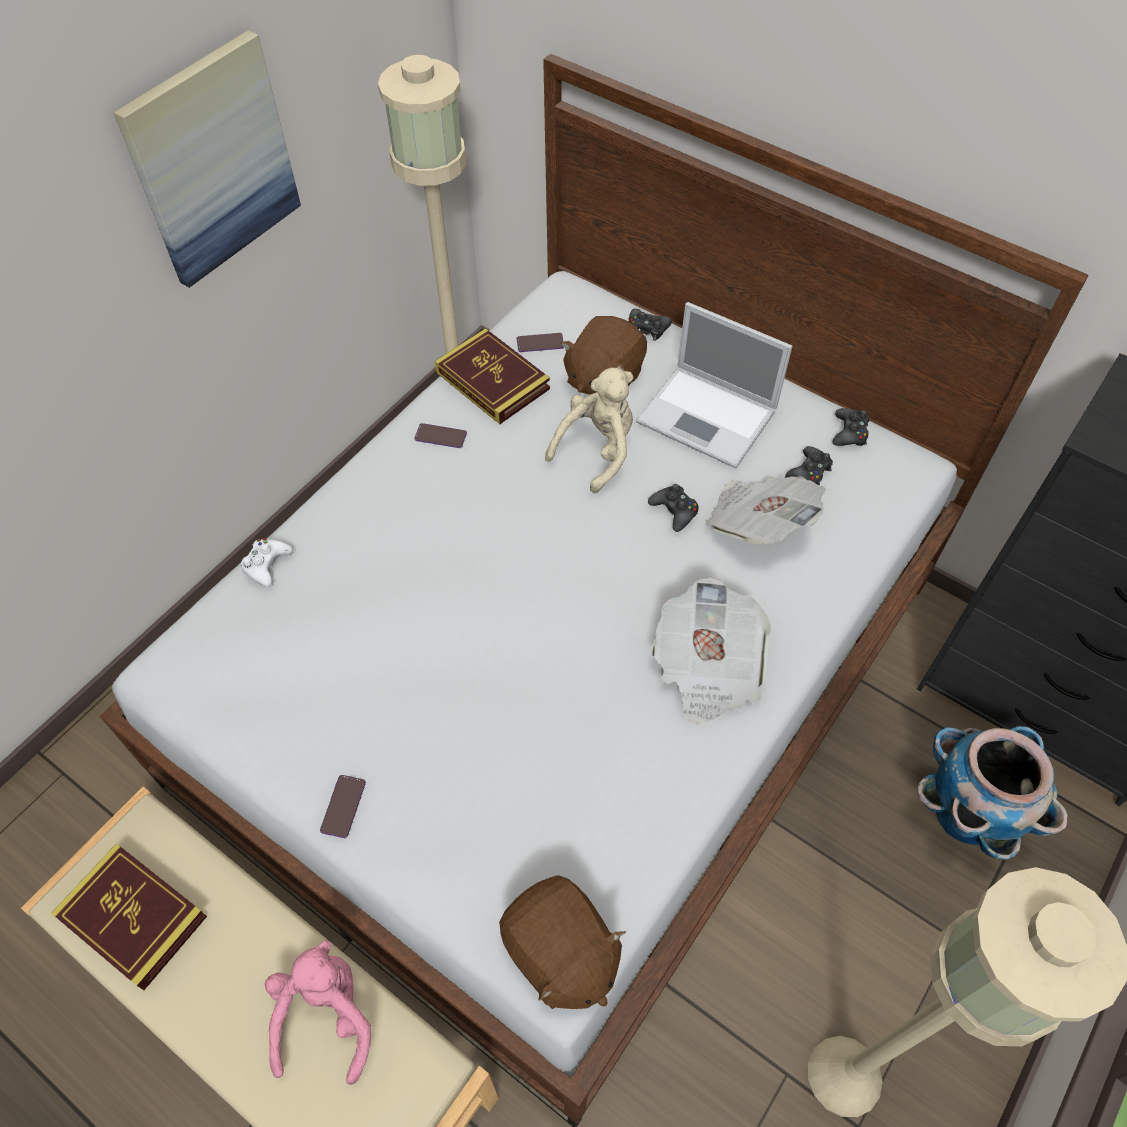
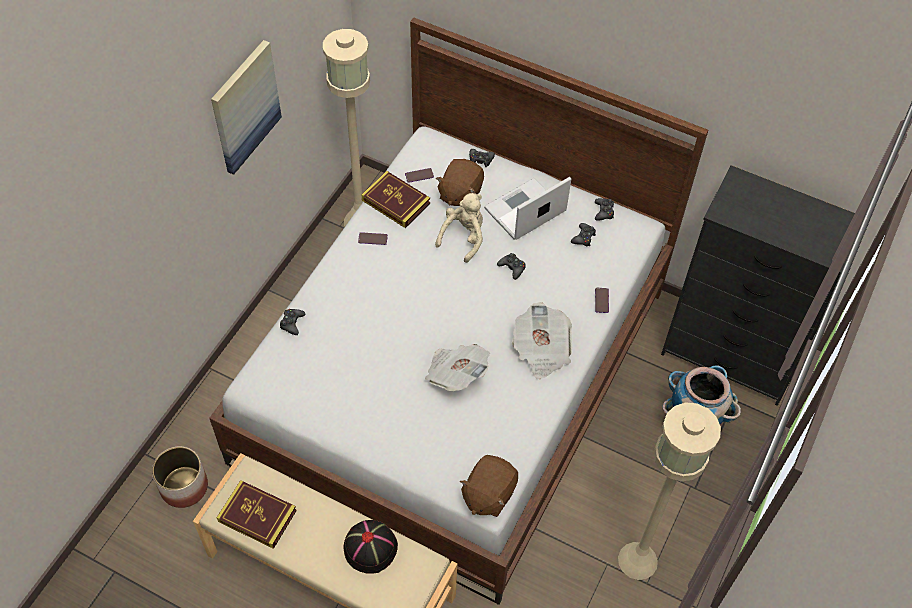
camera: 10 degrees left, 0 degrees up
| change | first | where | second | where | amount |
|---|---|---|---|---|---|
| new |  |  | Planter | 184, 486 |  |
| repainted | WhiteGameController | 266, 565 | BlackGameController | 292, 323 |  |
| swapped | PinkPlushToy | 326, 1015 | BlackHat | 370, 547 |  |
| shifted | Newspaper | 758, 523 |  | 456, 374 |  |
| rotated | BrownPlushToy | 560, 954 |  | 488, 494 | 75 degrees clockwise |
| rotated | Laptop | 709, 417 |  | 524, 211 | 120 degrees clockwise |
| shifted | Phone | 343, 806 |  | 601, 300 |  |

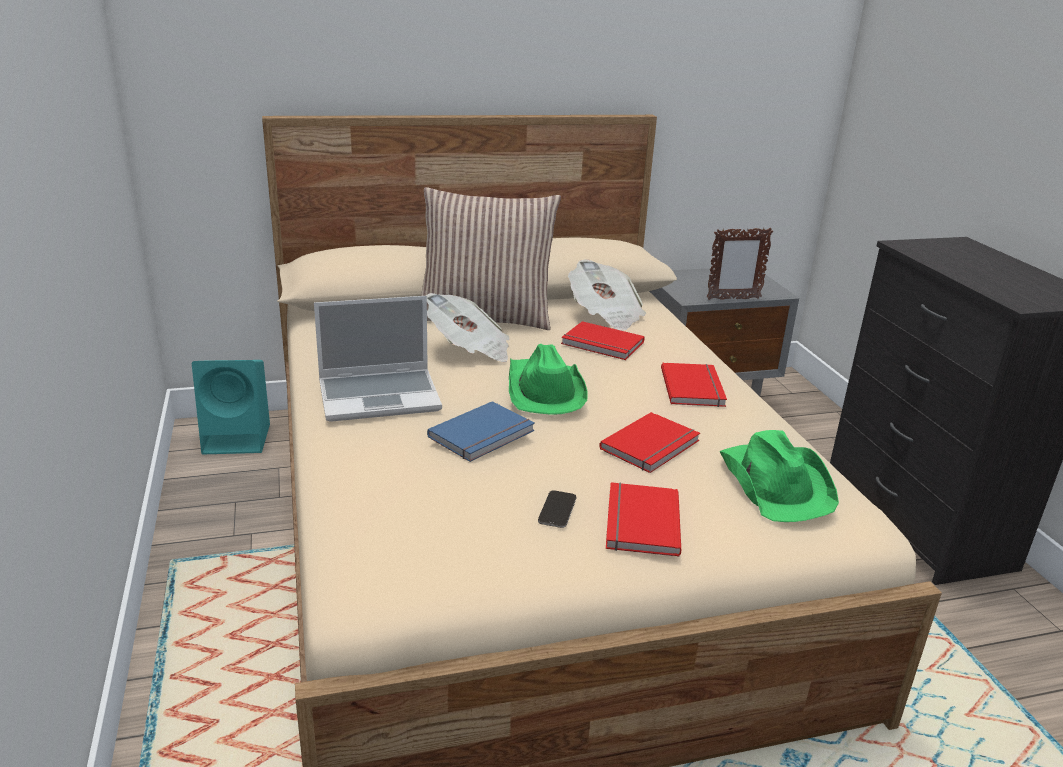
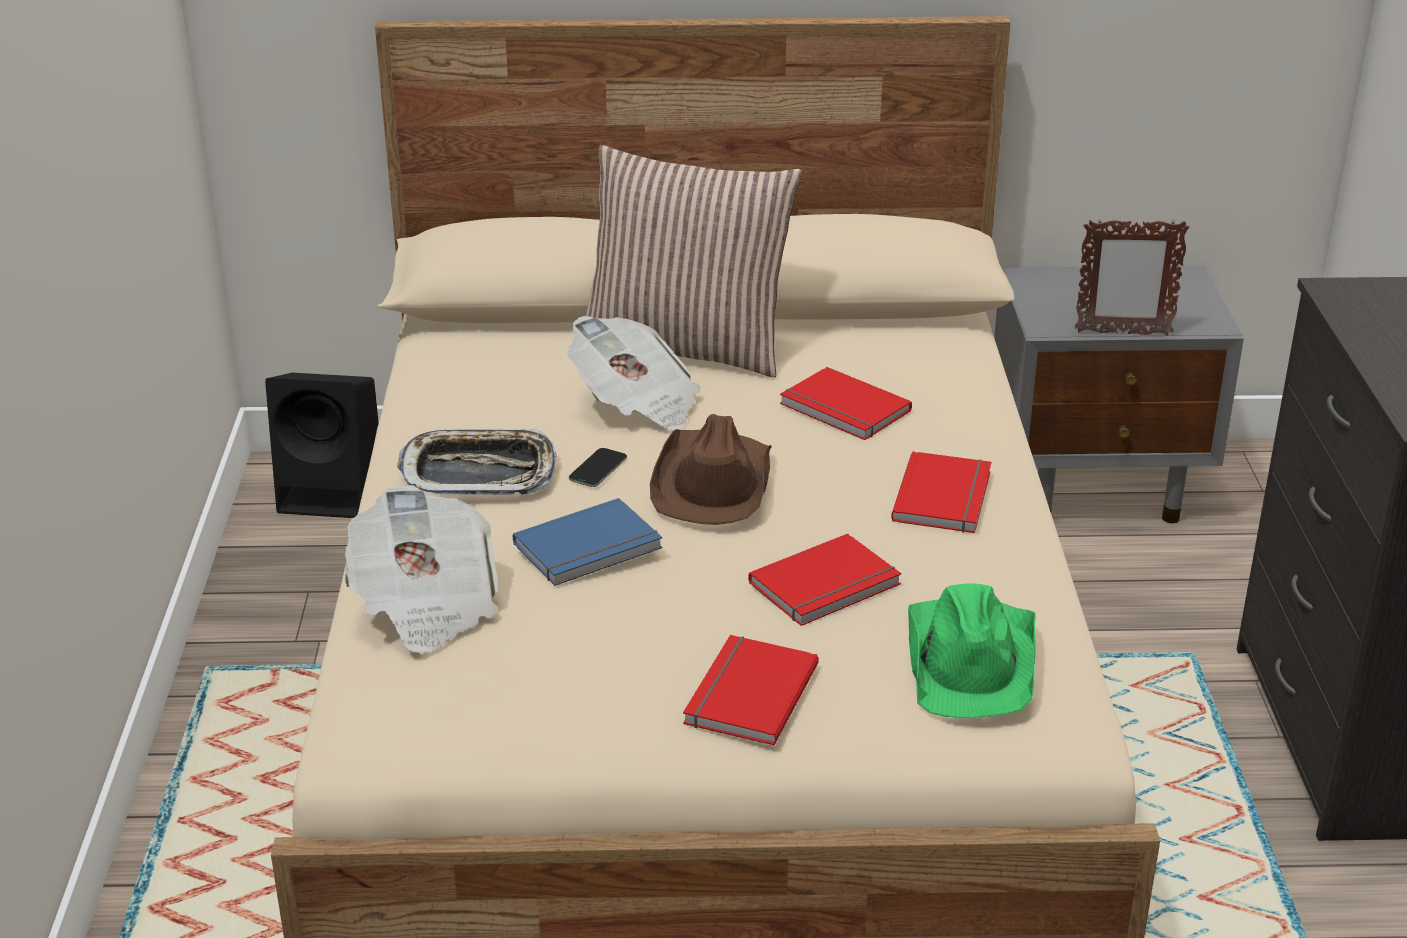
camera: 15 degrees right, 5 degrees up
| change | first | where | second | where | amount |
|---|---|---|---|---|---|
| repainted | TurquoiseSpeaker | 239, 438 | BlackSpeaker | 334, 492 |  |
| shifted | Newspaper | 605, 315 |  | 425, 604 |  |
| swapped | Laptop | 380, 396 | Tray | 479, 473 |  |
| shifted | Phone | 557, 510 |  | 598, 469 |  |
| repainted | GreenHat | 544, 390 | BrownHat | 712, 482 |  |

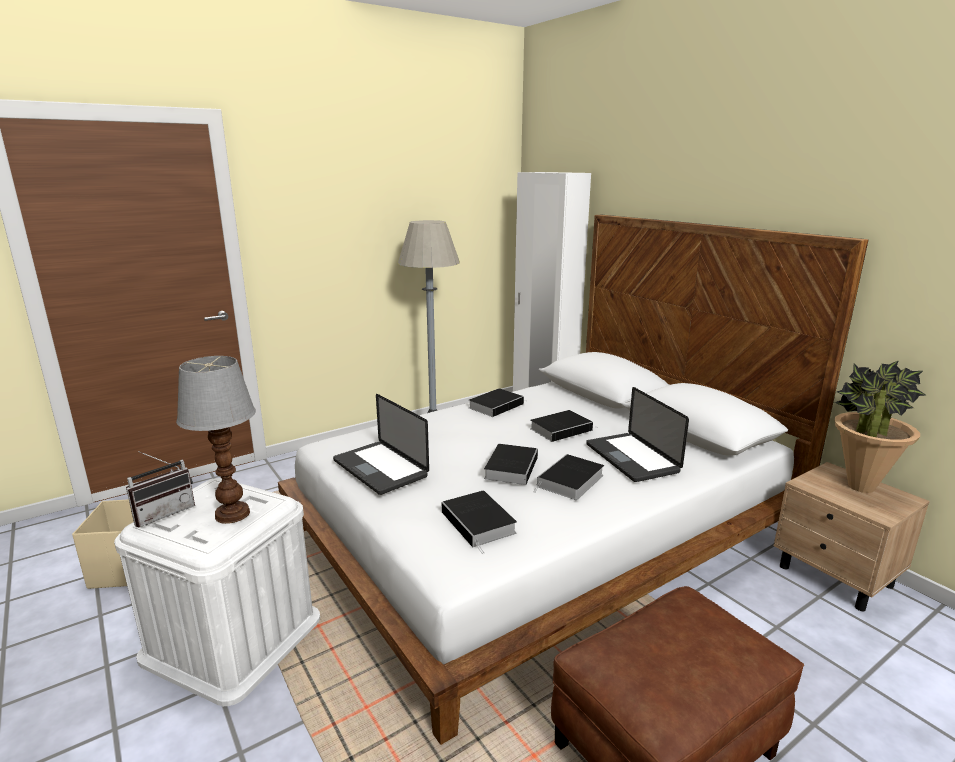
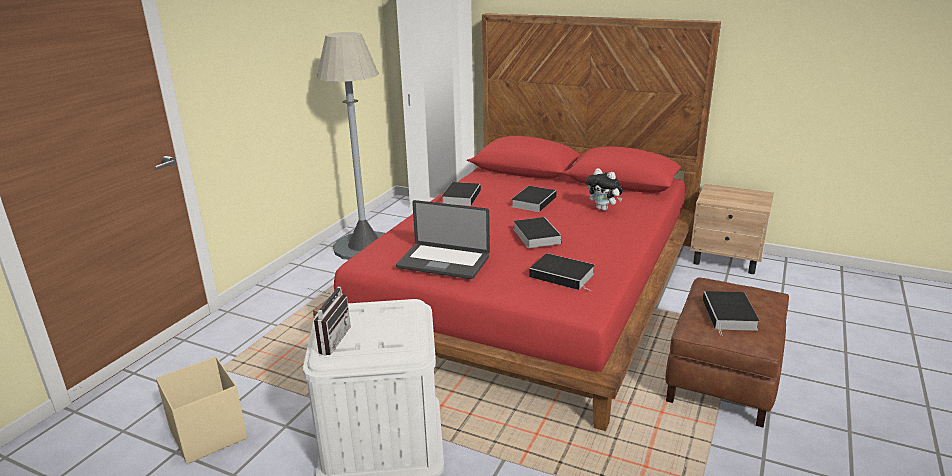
camera: 30 degrees left, 5 degrees up
| change | first | where | second | where | amount |
|---|---|---|---|---|---|
| repainted | WhiteBed | 541, 533 | RedBed | 533, 291 |  |
| swapped | Laptop | 631, 458 | PlushToy | 603, 209 |  |
| shifted | Book | 570, 482 |  | 730, 315 |  |
| gone | TableLamp | 232, 513 |  |  |  |
| gone | PottedPlant | 860, 487 |  |  |  |

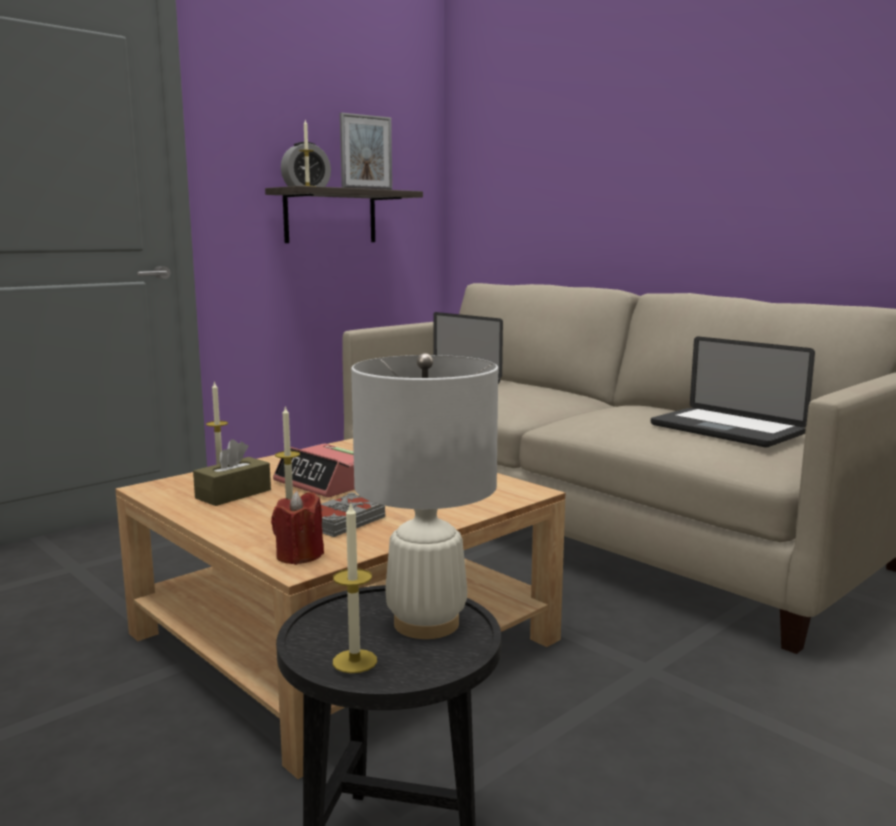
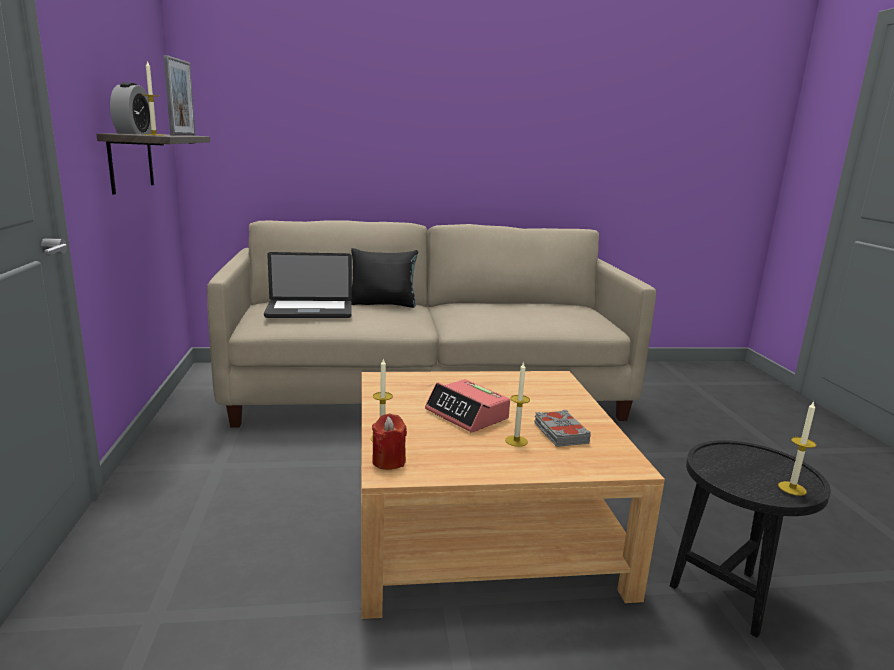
camera: 55 degrees left, 5 degrees up
| change | first | where | second | where | amount |
|---|---|---|---|---|---|
| new |  |  | BlackPillow | 384, 304 |  |
| shifted | RedCandle | 299, 556 |  | 388, 461 |  |
| rotated | AlarmClock | 326, 483 |  | 467, 415 | 60 degrees clockwise |
| gone | BrownTissueBox | 233, 494 |  |  |  |
| gone | WhiteTableLamp | 426, 623 |  |  |  |
| gone | Laptop | 726, 429 |  |  |  |

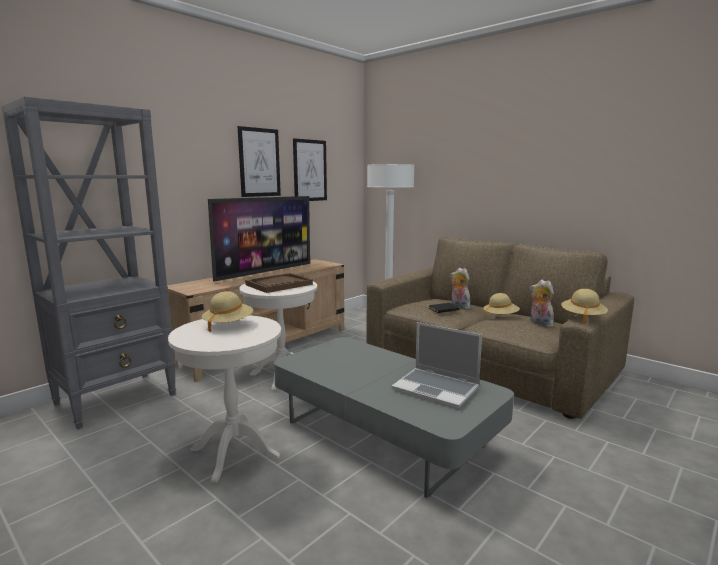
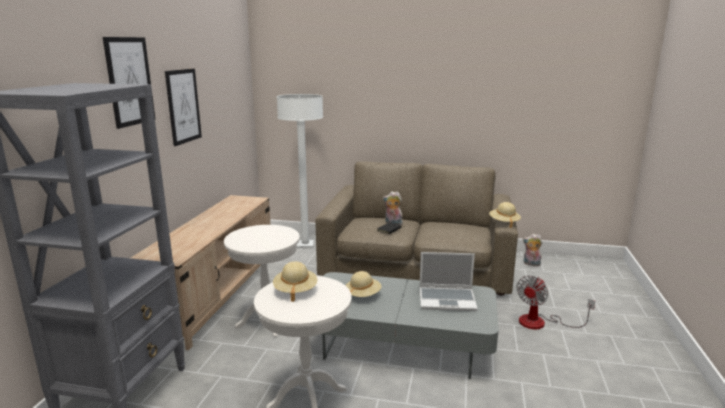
camera: 30 degrees left, 5 degrees up
| change | first | where | second | where | amount |
|---|---|---|---|---|---|
| shifted | Picture | 310, 170 |  | 130, 81 |  |
| shifted | BeigeHat | 500, 316 |  | 362, 295 |  |
| new |  |  | Fan | 541, 322 |  |
| shifted | PlushToy | 539, 324 |  | 531, 264 |  |
| gone | Television | 265, 272 |  |  |  |
| gone | BrownTray | 279, 284 |  |  |  |

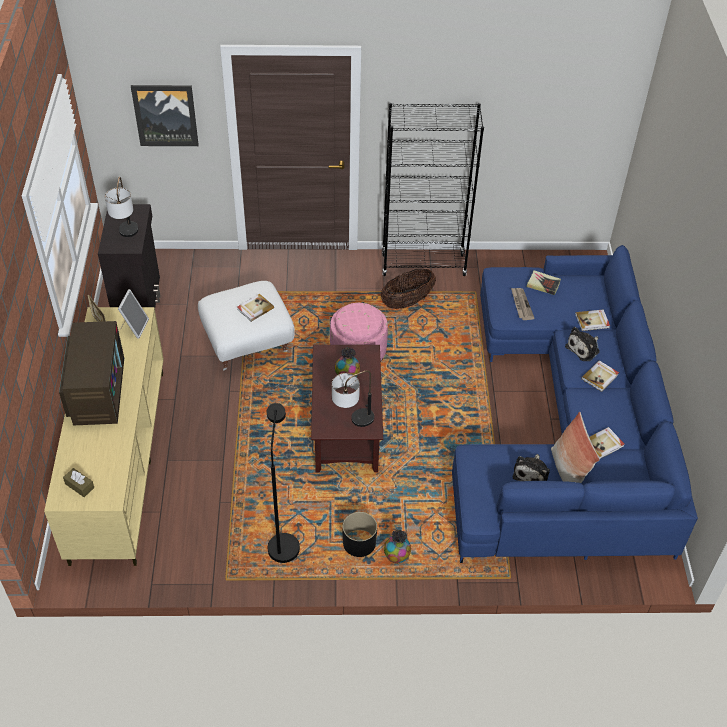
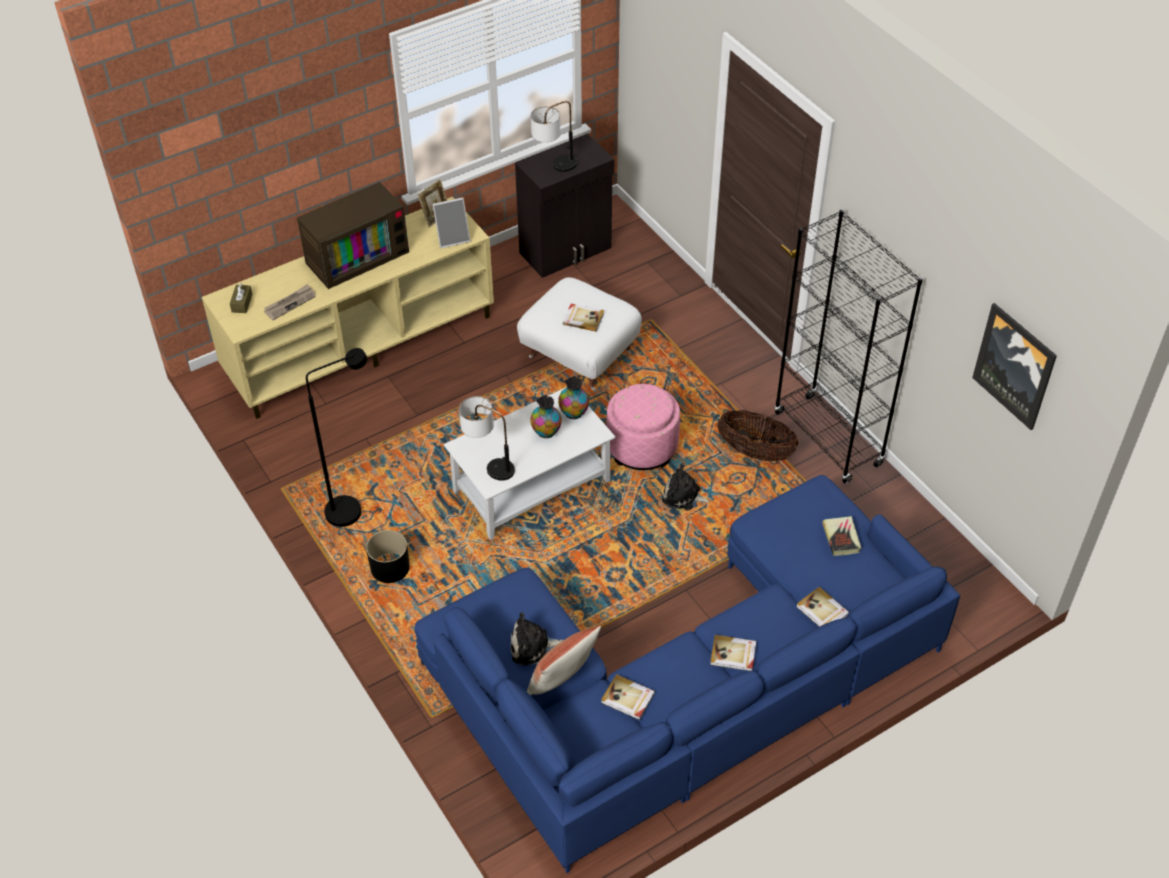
camera: 60 degrees right, 0 degrees up
| change | first | where | second | where | amount |
|---|---|---|---|---|---|
| shifted | Newspaper | 521, 304 |  | 290, 303 |  |
| repainted | BrownCoffeeTable | 346, 427 | WhiteCoffeeTable | 531, 487 |  |
| shifted | Vase | 397, 557 |  | 573, 414 |  |
| shifted | PlushToy | 584, 348 |  | 684, 496 |  |
| shifted | Picture | 165, 115 |  | 1015, 365 |  |

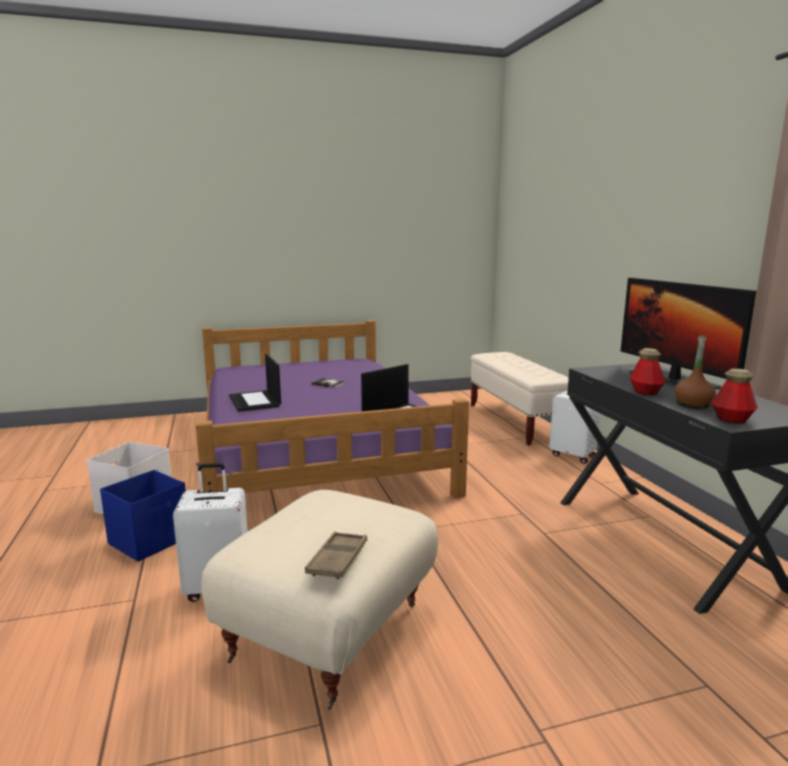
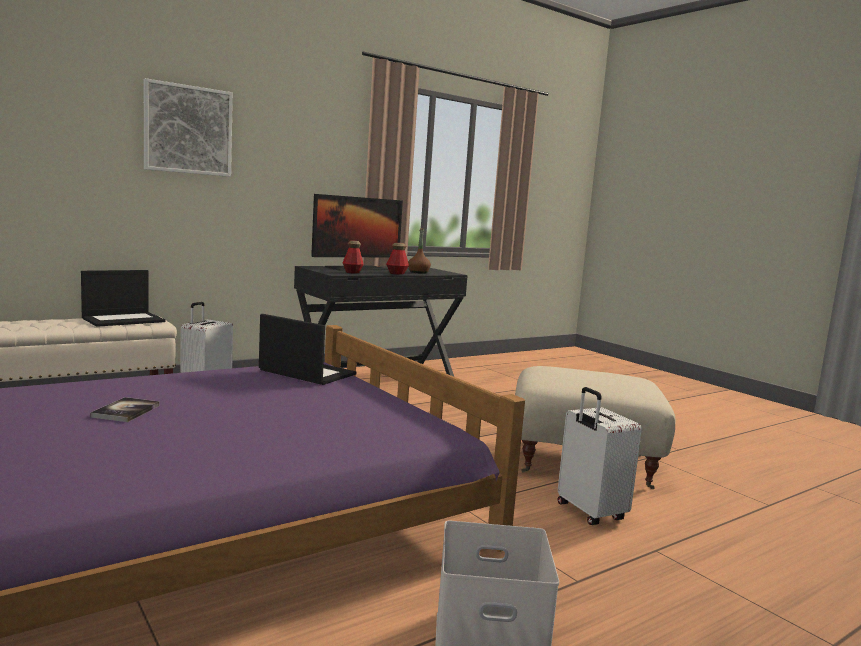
camera: 110 degrees left, 5 degrees down
| change | first | where | second | where | amount |
|---|---|---|---|---|---|
| shifted | Laptop | 255, 401 |  | 124, 320 |  |
| new |  |  | Picture | 188, 130 |  |
| shifted | Bottle | 731, 419 |  | 352, 272 |  |
| gone | BlueStorageBox | 150, 540 |  |  |  |
| gone | BrownTray | 338, 560 |  |  |  |

